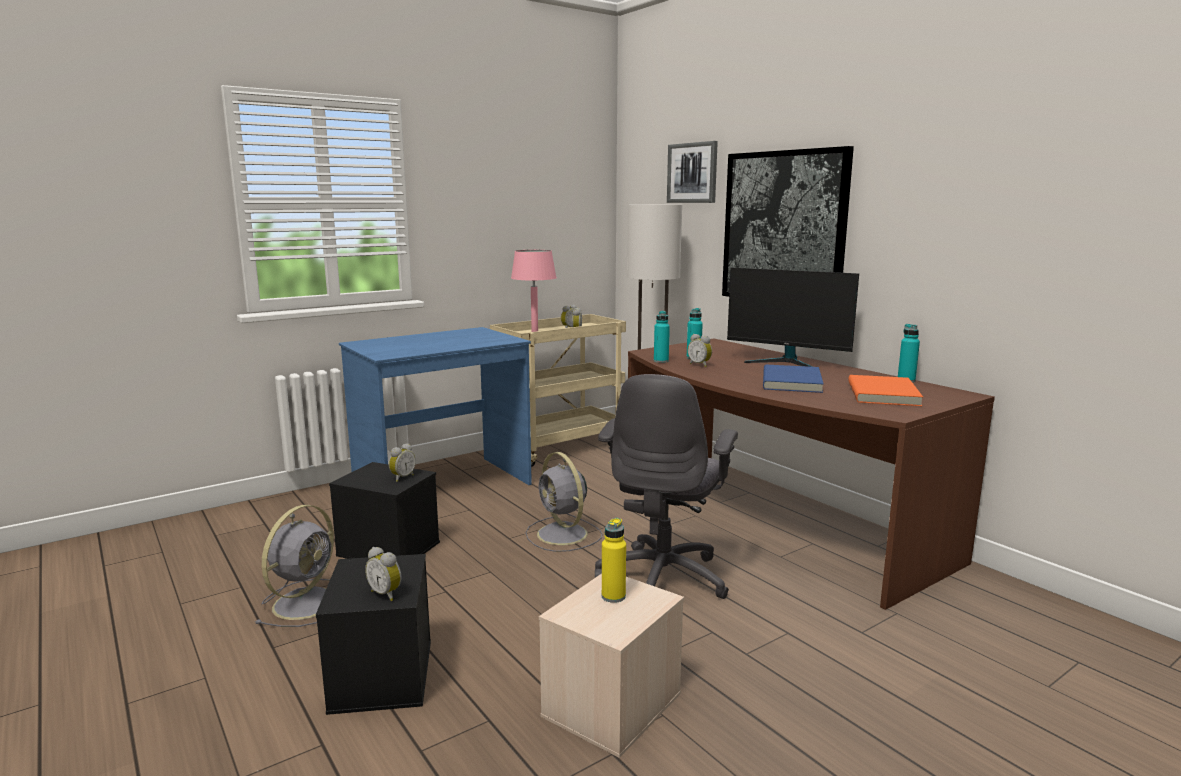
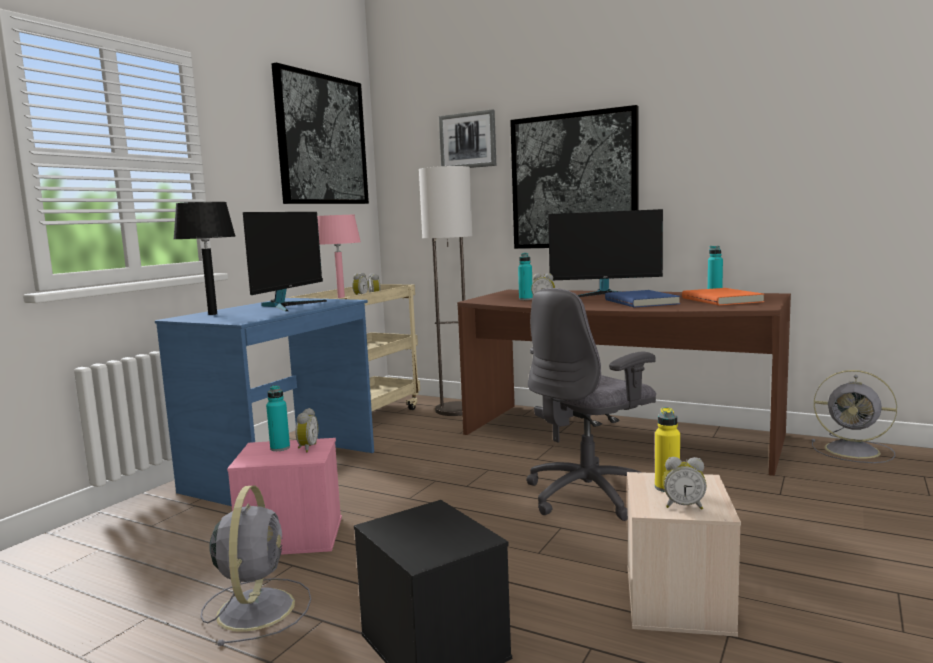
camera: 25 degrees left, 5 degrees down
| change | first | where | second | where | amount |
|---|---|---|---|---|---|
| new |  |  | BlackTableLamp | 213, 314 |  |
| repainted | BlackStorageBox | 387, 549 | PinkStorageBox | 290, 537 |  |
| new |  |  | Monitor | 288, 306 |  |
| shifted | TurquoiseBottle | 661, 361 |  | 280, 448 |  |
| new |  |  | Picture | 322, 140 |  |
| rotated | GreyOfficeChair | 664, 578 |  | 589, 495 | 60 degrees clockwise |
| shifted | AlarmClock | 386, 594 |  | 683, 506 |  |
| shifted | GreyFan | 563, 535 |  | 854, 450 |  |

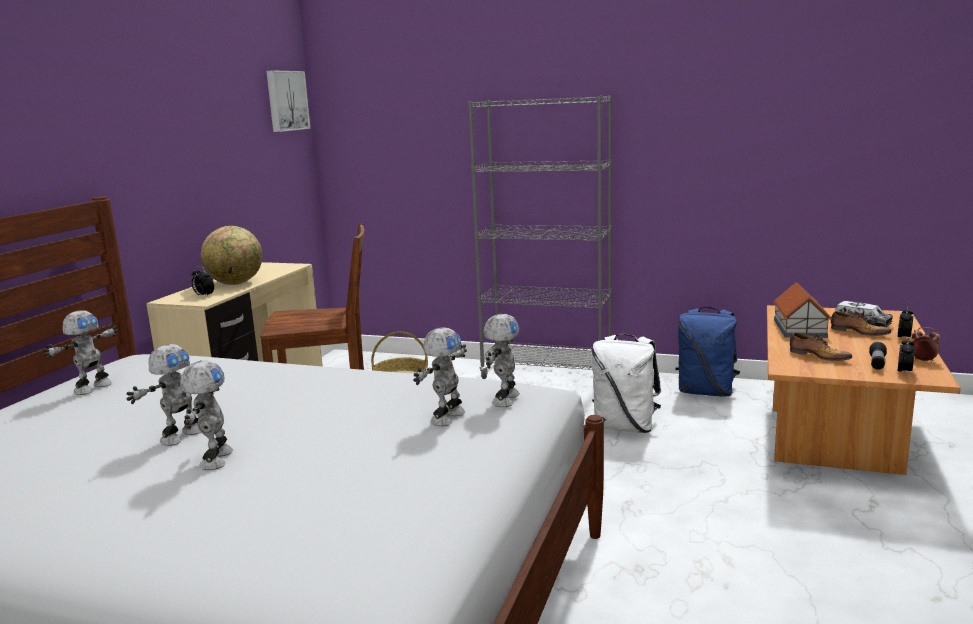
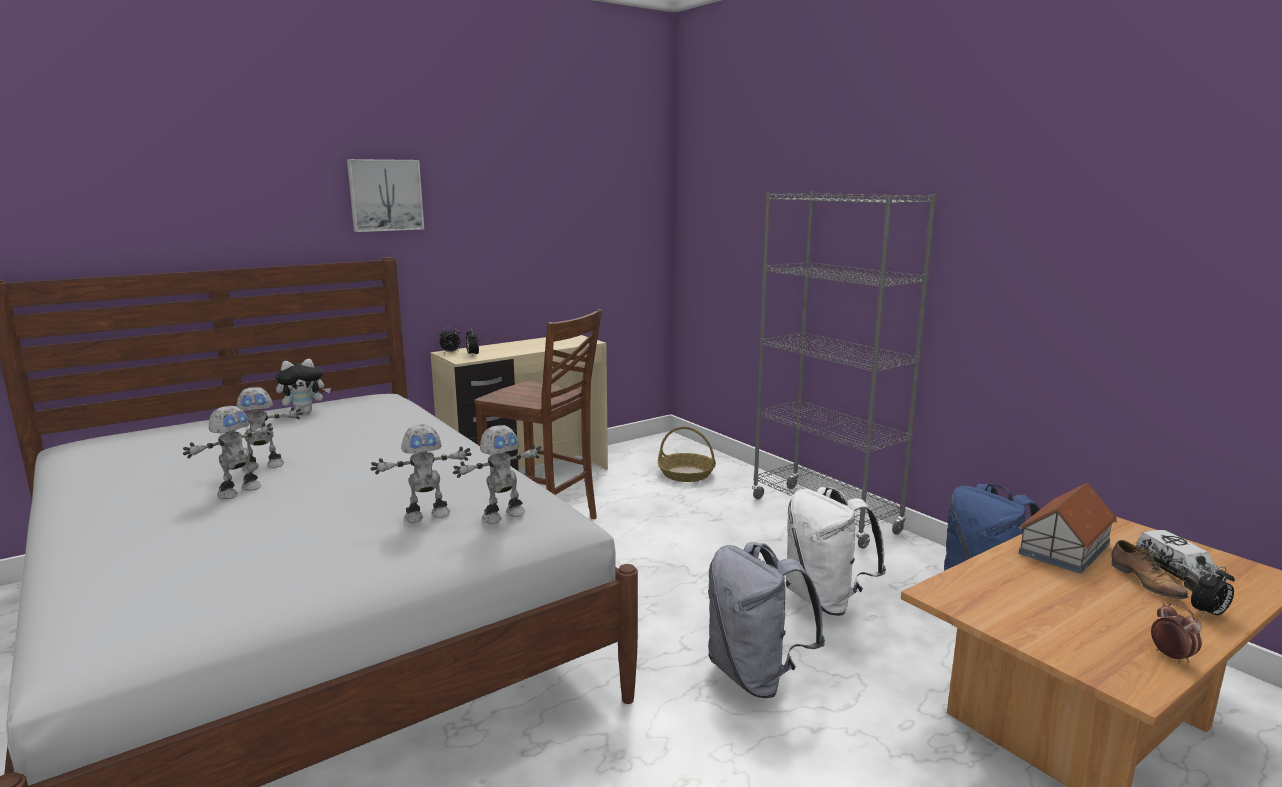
camera: 35 degrees right, 0 degrees up
| change | first | where | second | where | amount |
|---|---|---|---|---|---|
| swapped | ToyRobot | 92, 388 | PlushToy | 305, 412 |  |
| shifted | Picture | 286, 101 |  | 385, 195 |  |
| shifted | AlarmClock | 904, 372 |  | 451, 352 |  |
| new |  |  | GreyBackpack | 755, 676 |  |
| gone | Globe | 236, 283 |  |  |  |
| gone | Shoe | 818, 356 |  |  |  |
| gone | Flashlight | 877, 363 |  |  |  |

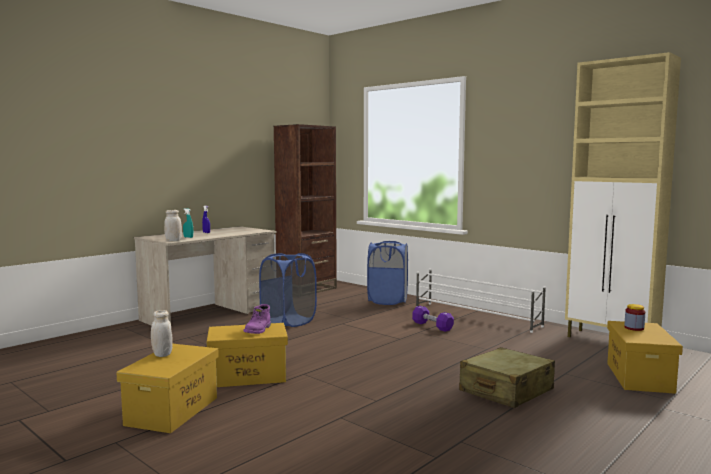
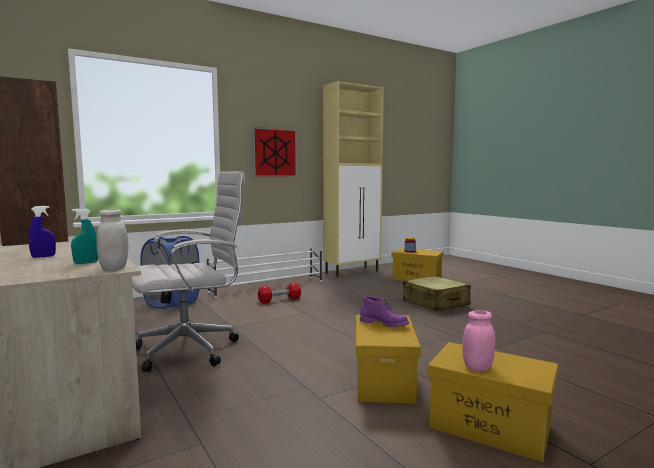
camera: 75 degrees left, 0 degrees up
| change | first | where | second | where | amount |
|---|---|---|---|---|---|
| swapped | BlueLaundryBasket | 288, 322 | WhiteOfficeChair | 192, 350 |  |
| new |  |  | Picture | 275, 152 |  |
| repainted | PurpleDumbbell | 432, 326 | RedDumbbell | 279, 300 |  |
| repainted | WhiteJar | 162, 354 | PinkJar | 477, 368 |  |

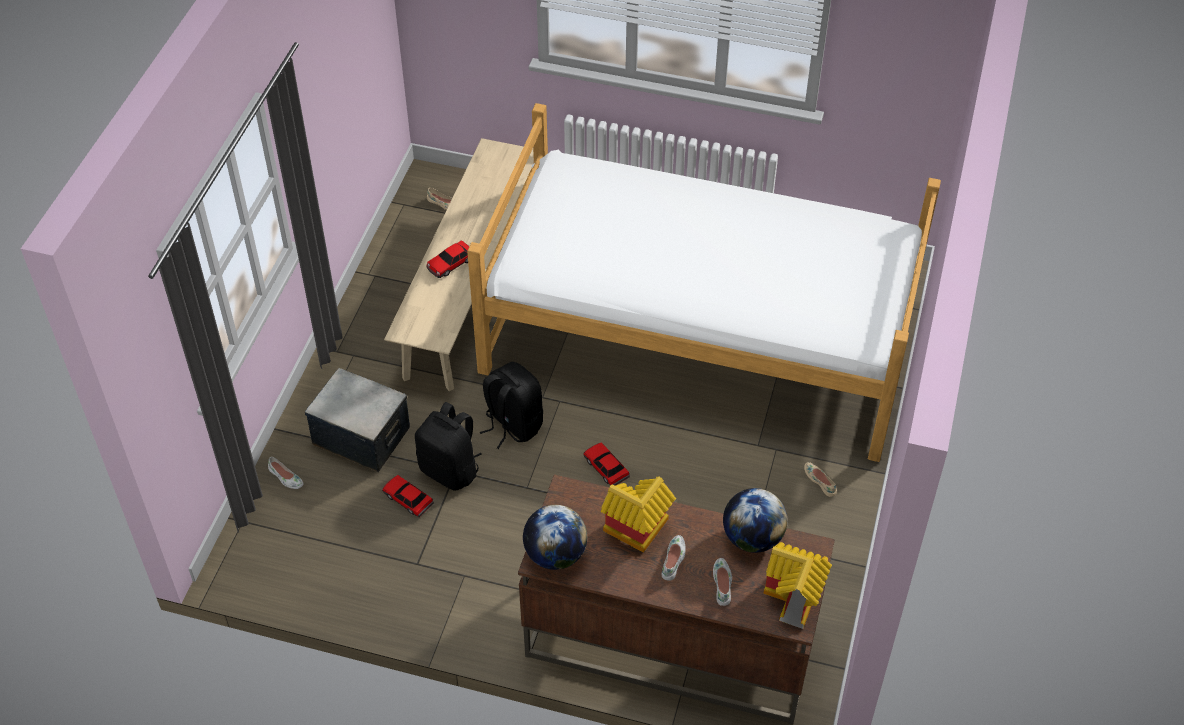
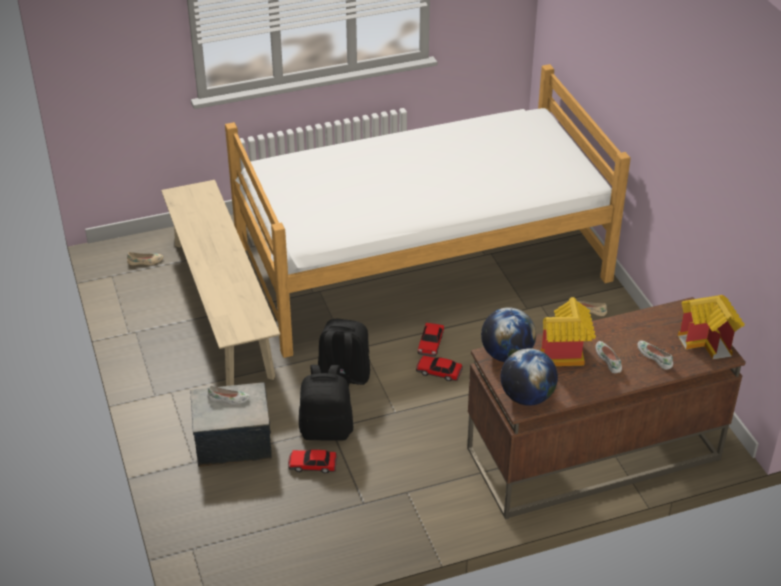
camera: 35 degrees left, 10 degrees down
| change | first | where | second | where | amount |
|---|---|---|---|---|---|
| shifted | WhiteShoe | 285, 477 |  | 228, 399 |  |
| shifted | ToyCar | 450, 264 |  | 430, 344 |  |
| shifted | Globe | 752, 538 |  | 506, 355 |  |

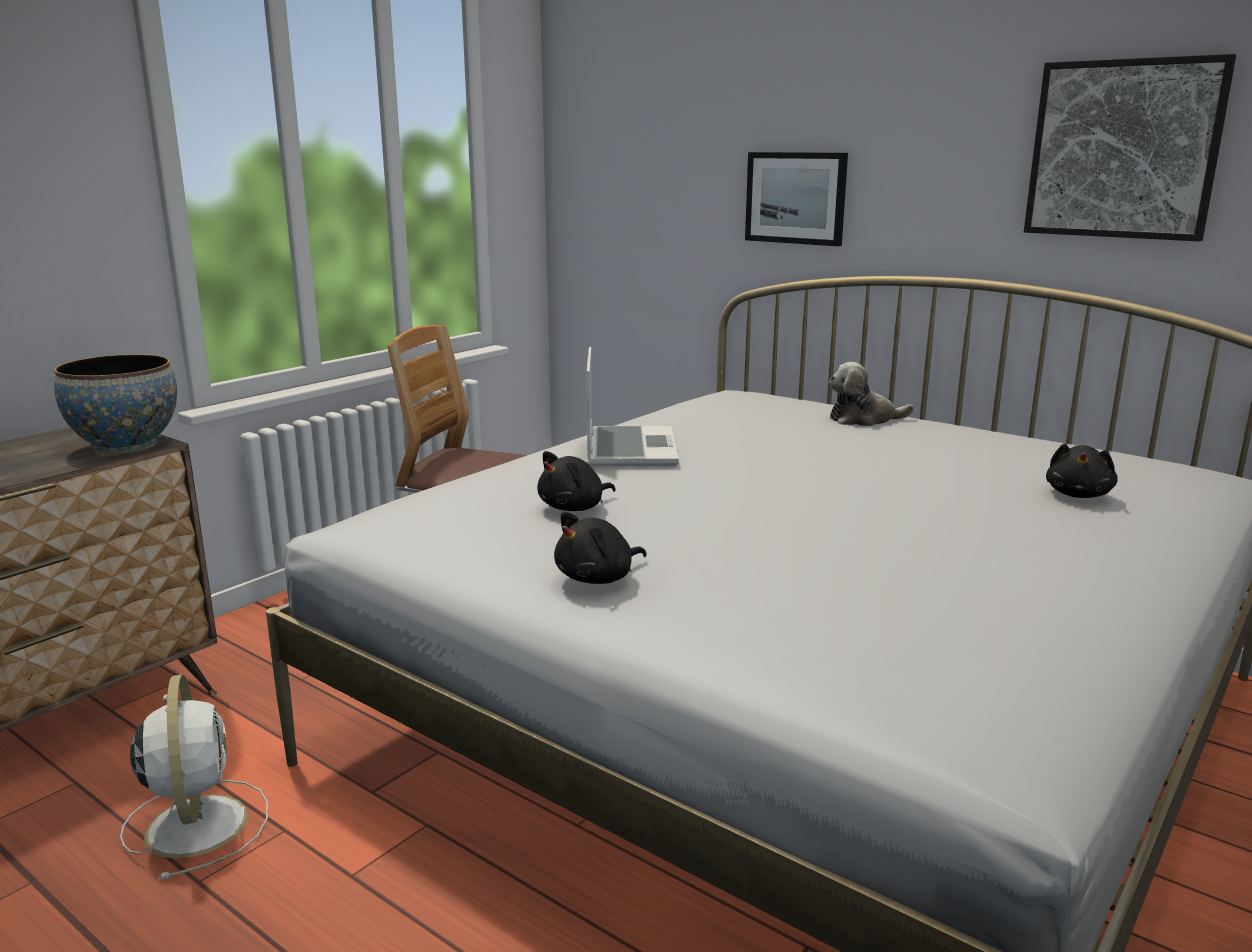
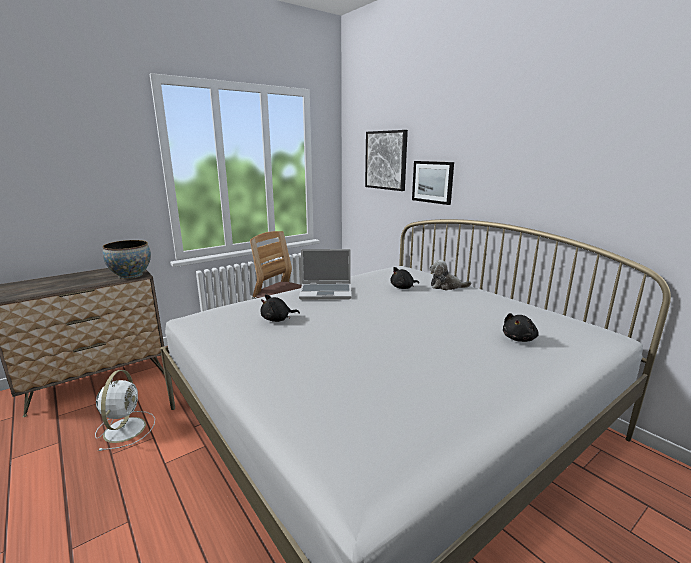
camera: 15 degrees right, 0 degrees up
| change | first | where | second | where | amount |
|---|---|---|---|---|---|
| rotated | Laptop | 628, 449 |  | 326, 292 | 75 degrees clockwise |
| shifted | Picture | 1123, 150 |  | 386, 160 |  |
| shifted | BlackPlushToy | 598, 578 |  | 403, 288 |  |

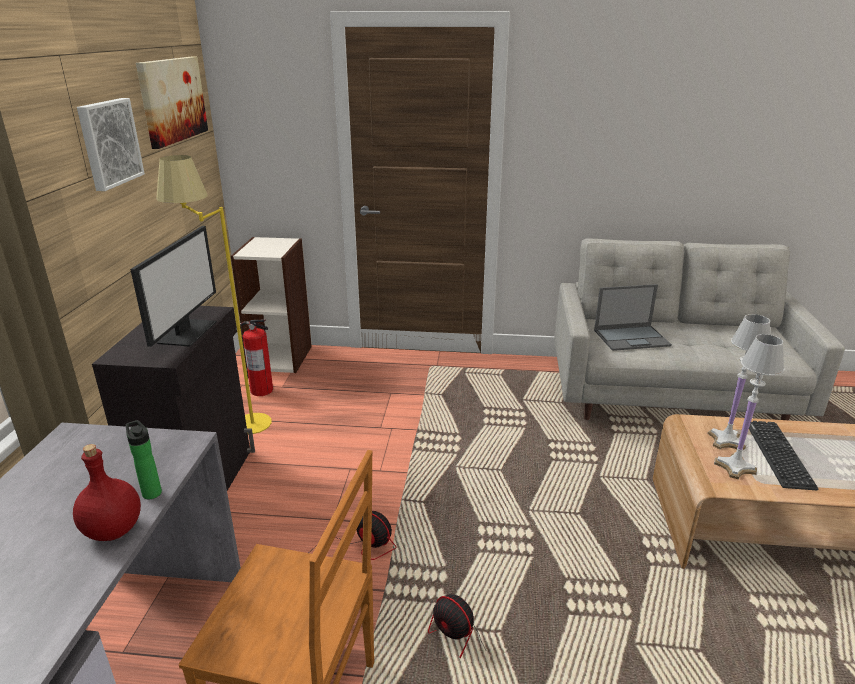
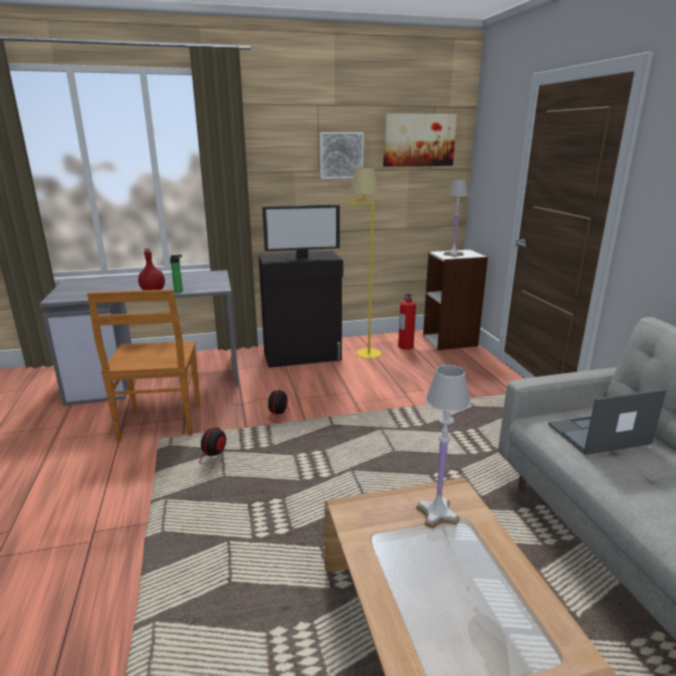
camera: 70 degrees right, 5 degrees down
| change | first | where | second | where | amount |
|---|---|---|---|---|---|
| shifted | WhiteTableLamp | 735, 467 |  | 453, 254 |  |
| rotated | Laptop | 632, 338 |  | 597, 434 | 105 degrees clockwise |
| gone | Keyboard | 778, 454 |  |  |  |

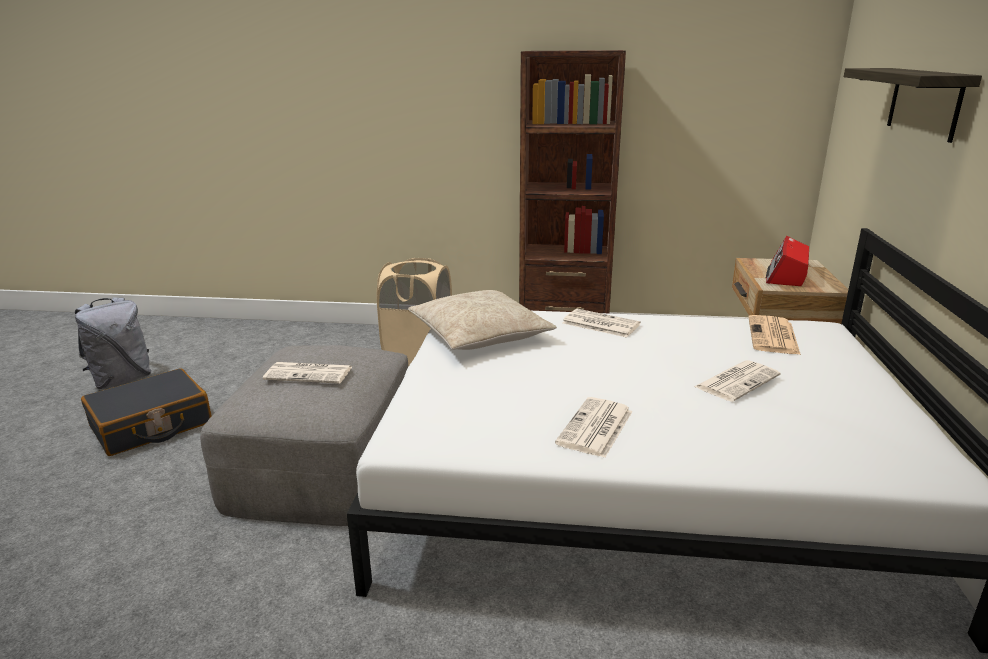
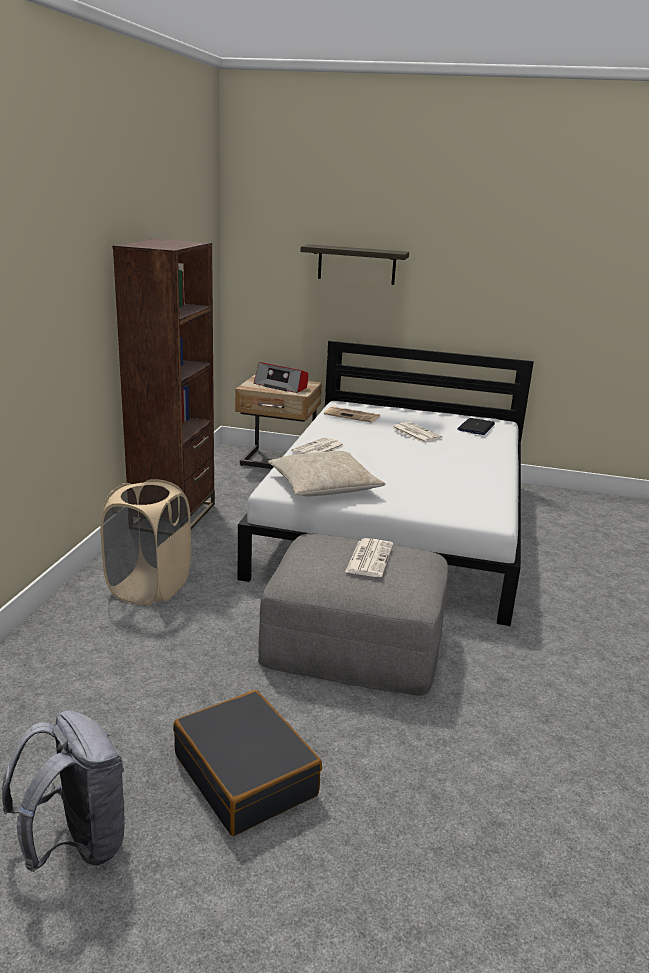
camera: 85 degrees left, 0 degrees up
| change | first | where | second | where | amount |
|---|---|---|---|---|---|
| new |  |  | Laptop | 476, 427 |  |
| gone | Newspaper | 595, 428 |  |  |  |

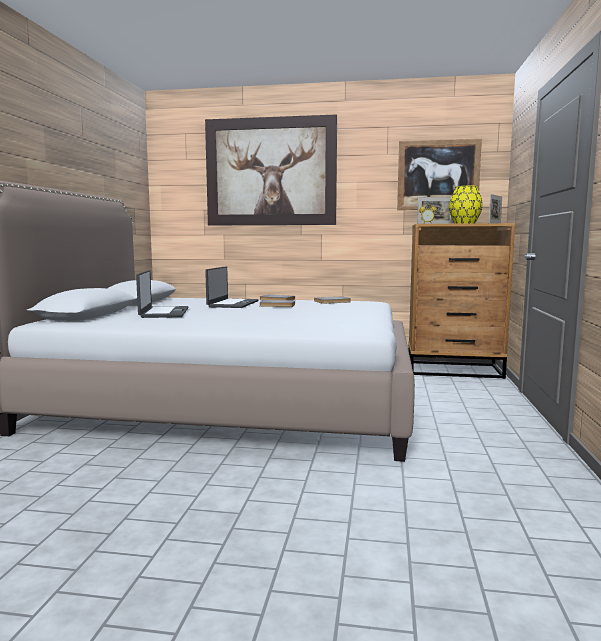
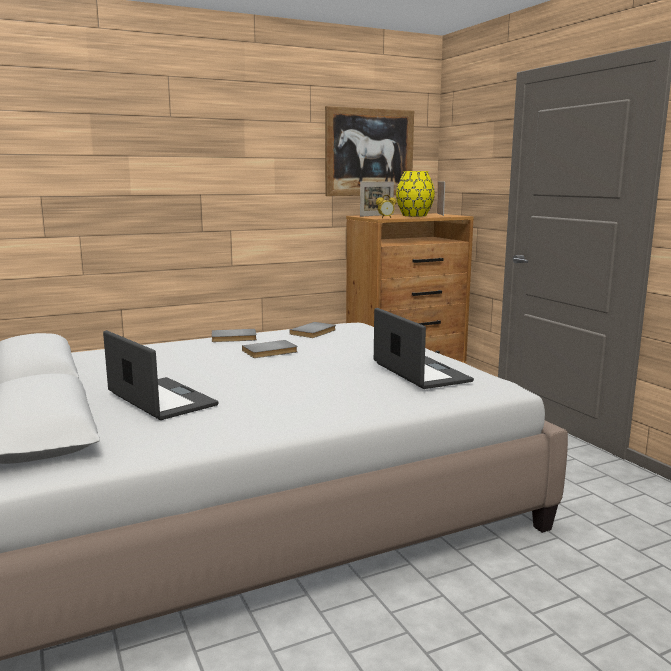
camera: 35 degrees left, 5 degrees up
| change | first | where | second | where | amount |
|---|---|---|---|---|---|
| shifted | Laptop | 232, 304 |  | 419, 372 |  |
| gone | Picture | 270, 172 |  |  |  |

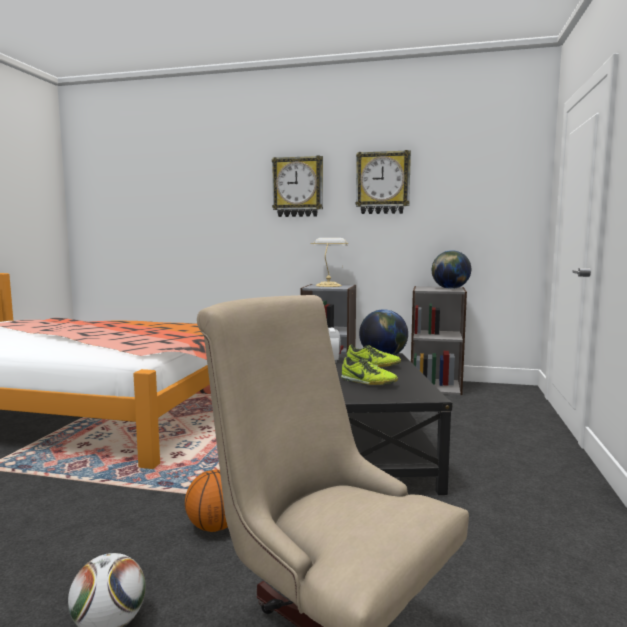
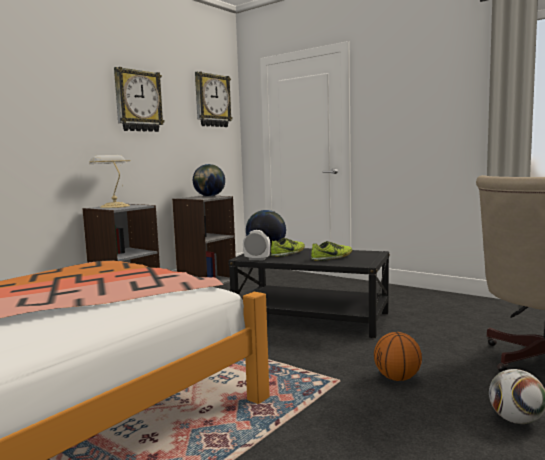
camera: 65 degrees left, 0 degrees up
| change | first | where | second | where | amount |
|---|---|---|---|---|---|
| shifted | WallClock | 298, 187 |  | 212, 100 |  |

